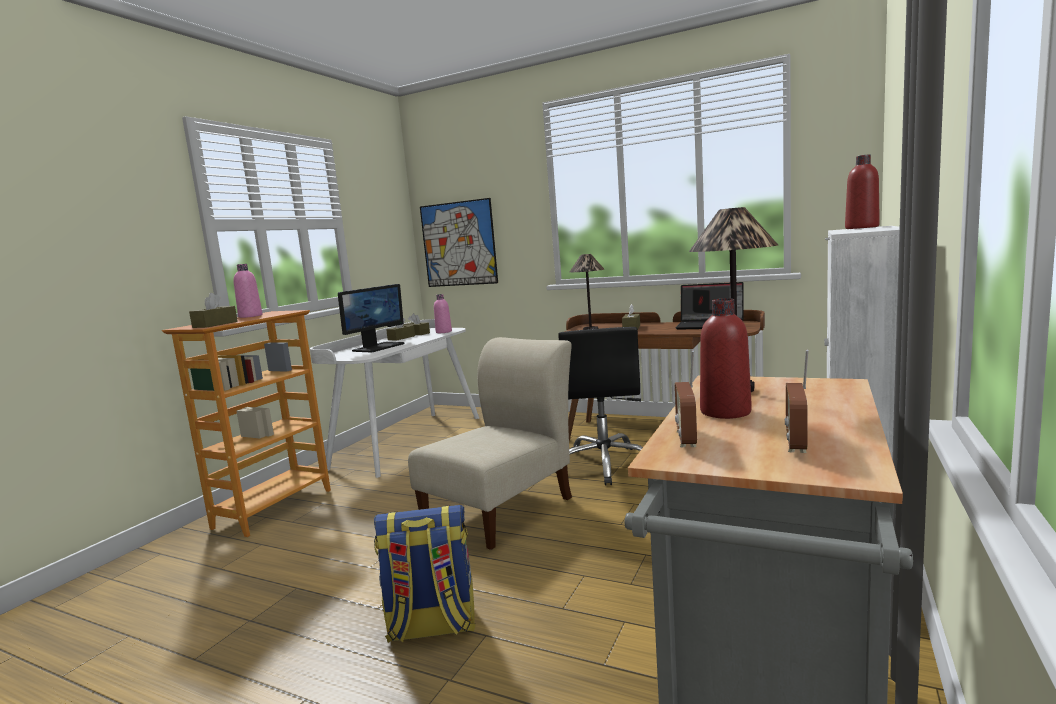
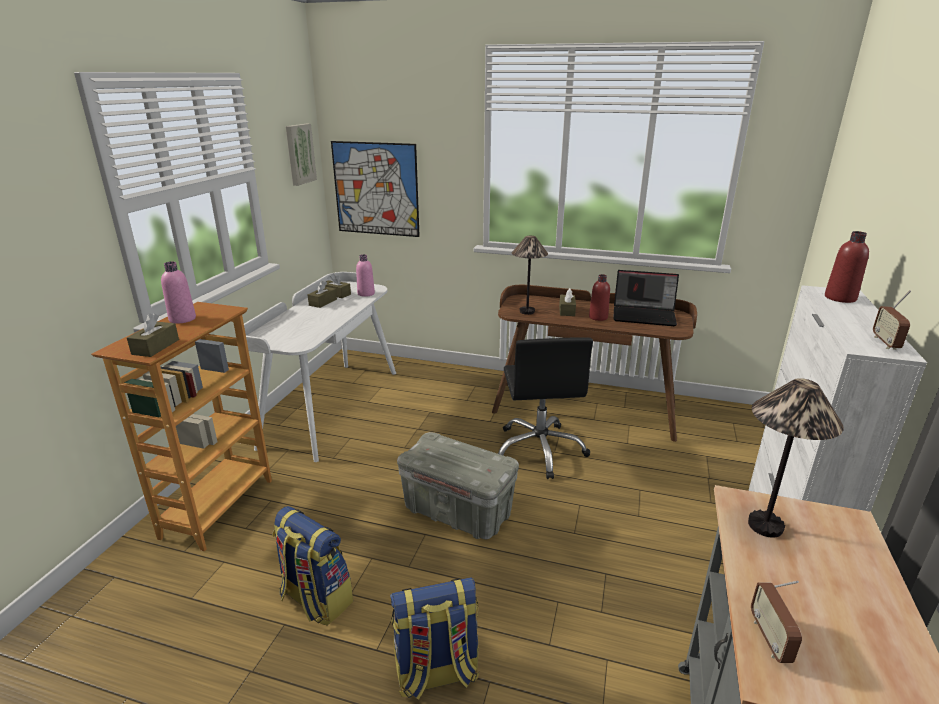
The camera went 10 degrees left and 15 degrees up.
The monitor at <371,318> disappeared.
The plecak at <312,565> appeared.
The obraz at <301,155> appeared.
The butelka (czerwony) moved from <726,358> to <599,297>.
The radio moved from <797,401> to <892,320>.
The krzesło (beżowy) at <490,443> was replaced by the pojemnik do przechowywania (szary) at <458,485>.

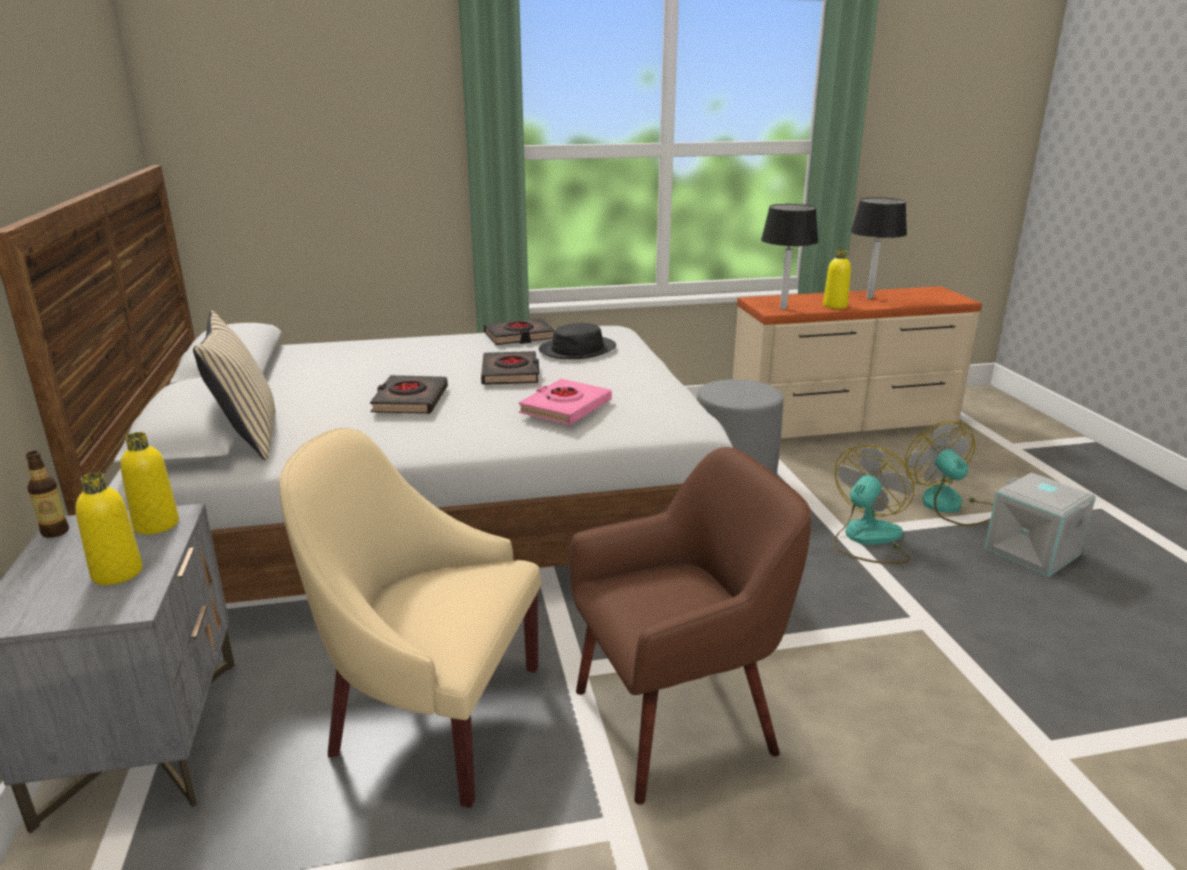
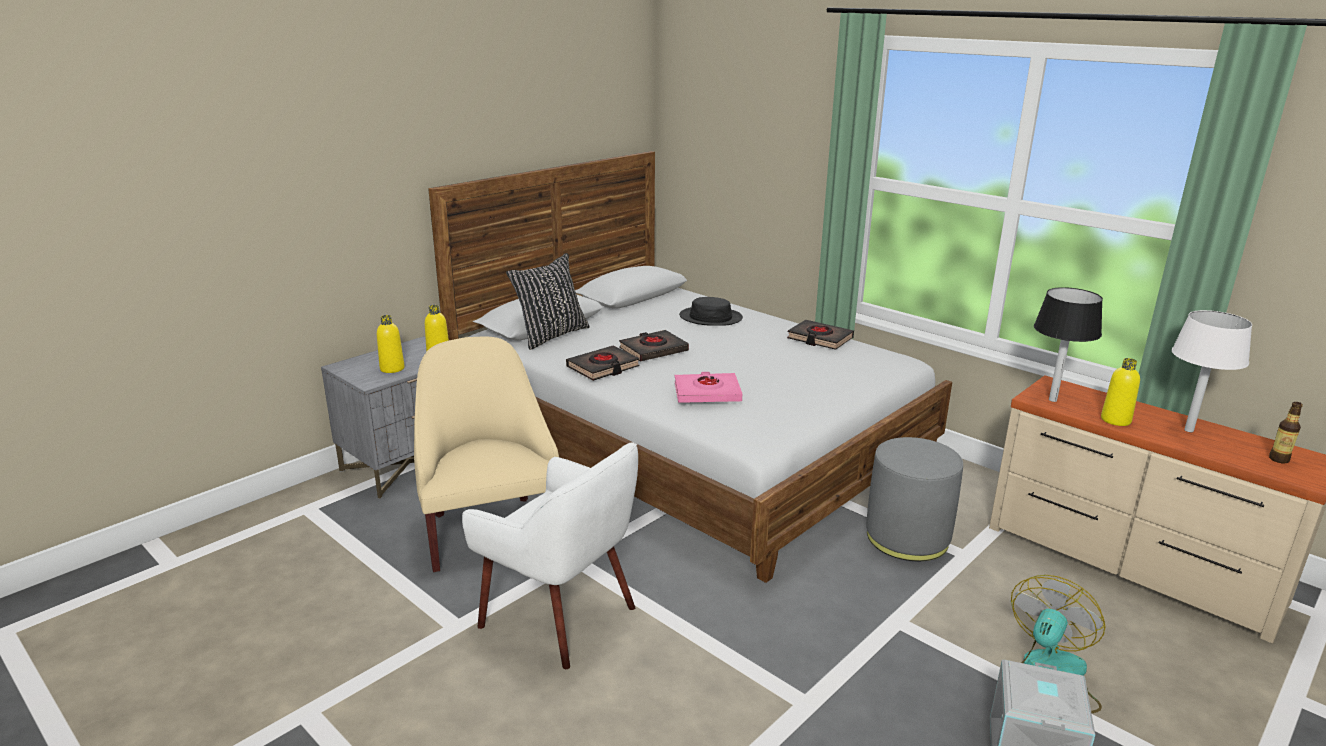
The camera went 55 degrees right and 0 degrees up.
The wentylator at <874,504> disappeared.
The butelka moved from <47,494> to <1285,432>.
The książka (czarny) moved from <510,368> to <603,363>.
The kapelusz (czarny) moved from <577,341> to <711,311>.
The poduszka (beżowy) at <234,385> became the poduszka (czarny) at <548,301>.
The fotel (brązowy) at <690,626> became the fotel (biały) at <550,555>.
The lampa stołowa (czarny) at <879,248> became the lampa stołowa (biały) at <1212,371>.

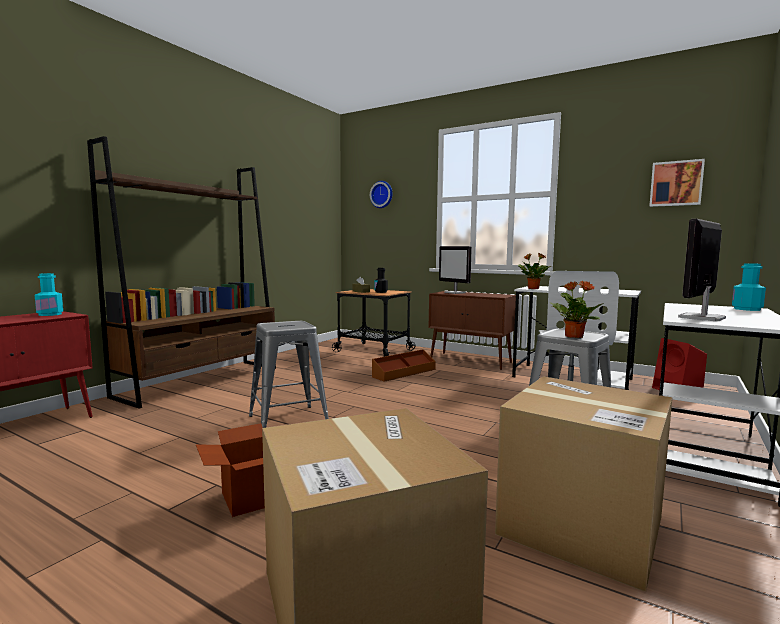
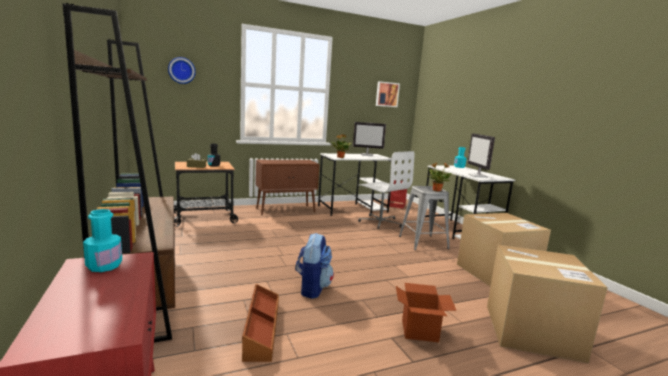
The camera went 55 degrees left and 5 degrees up.
The pojemnik do przechowywania (brązowy) moved from <404,365> to <260,323>.
The monitor moved from <455,270> to <369,139>.
The stołek (szary) at <289,374> was replaced by the plecak at <314,266>.

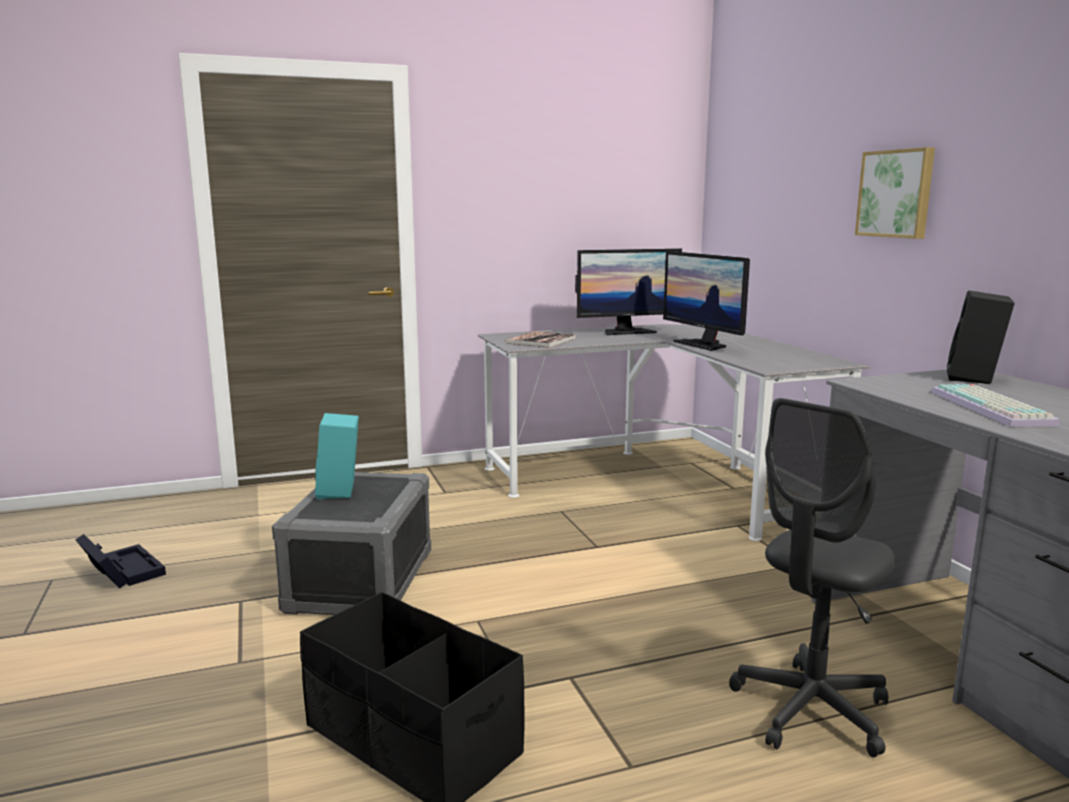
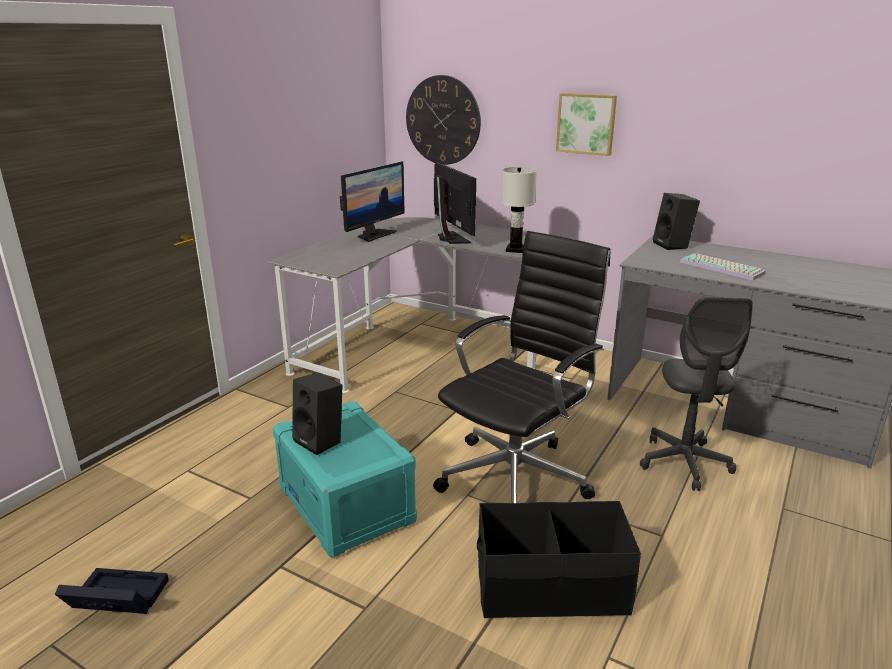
The camera went 40 degrees left and 10 degrees up.
The książka at <540,339> disappeared.
The zegar ścienny at <443,120> appeared.
The krzesło biurowe (czarny) at <522,367> appeared.
The lampa stołowa (biały) at <519,210> appeared.
The pojemnik do przechowywania (szary) at <351,543> became the pojemnik do przechowywania (turkusowy) at <345,479>.
The głośnik (turkusowy) at <337,456> became the głośnik (czarny) at <317,413>.
The monitor at <706,301> turned 135 degrees counterclockwise.

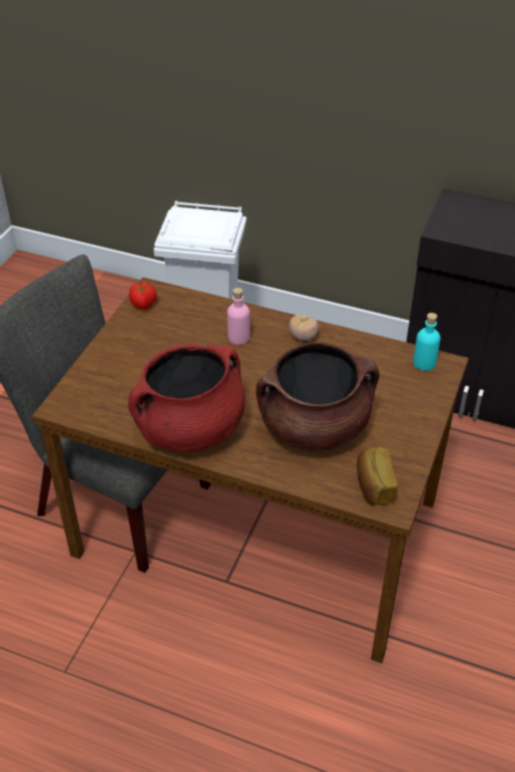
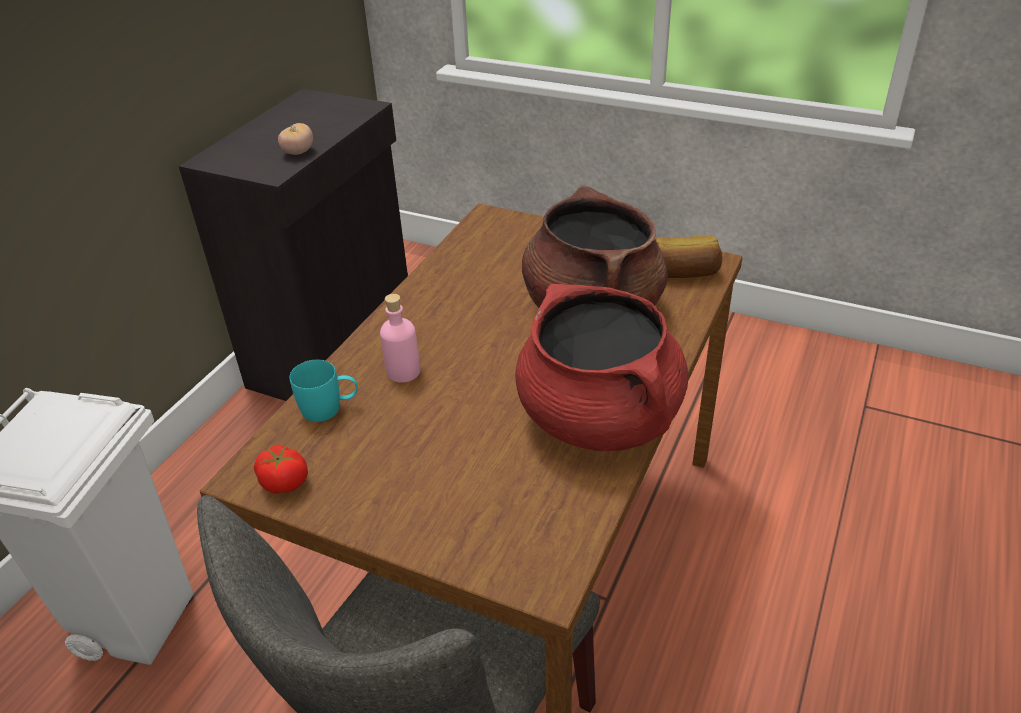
The camera went 85 degrees left and 5 degrees down.
The butelka (turkusowy) at <427,342> disappeared.
The kubek (turkusowy) at <324,390> appeared.
The pomidor moved from <303,328> to <295,139>.

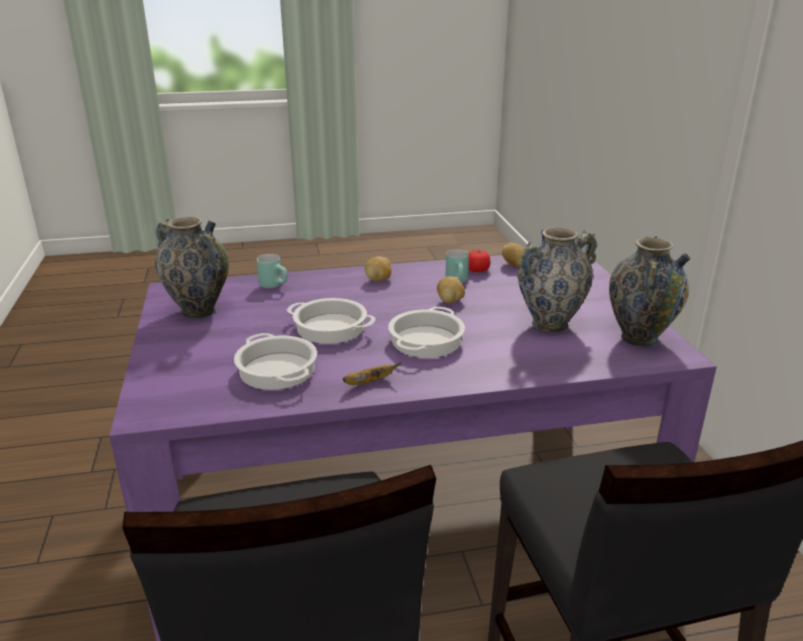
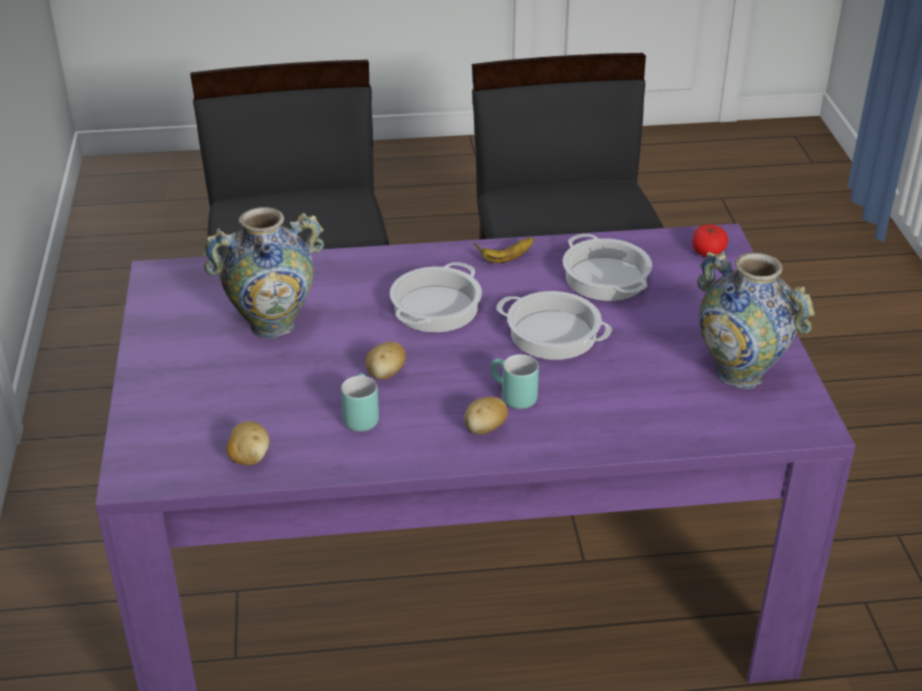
The camera went 175 degrees left and 10 degrees up.
The wazon at <649,291> disappeared.
The kubek (turkusowy) moved from <272,271> to <515,381>.
The pomidor moved from <479,261> to <710,240>.

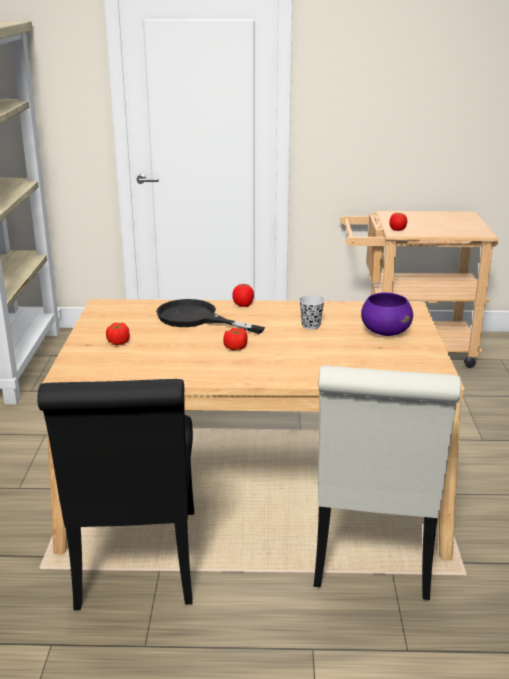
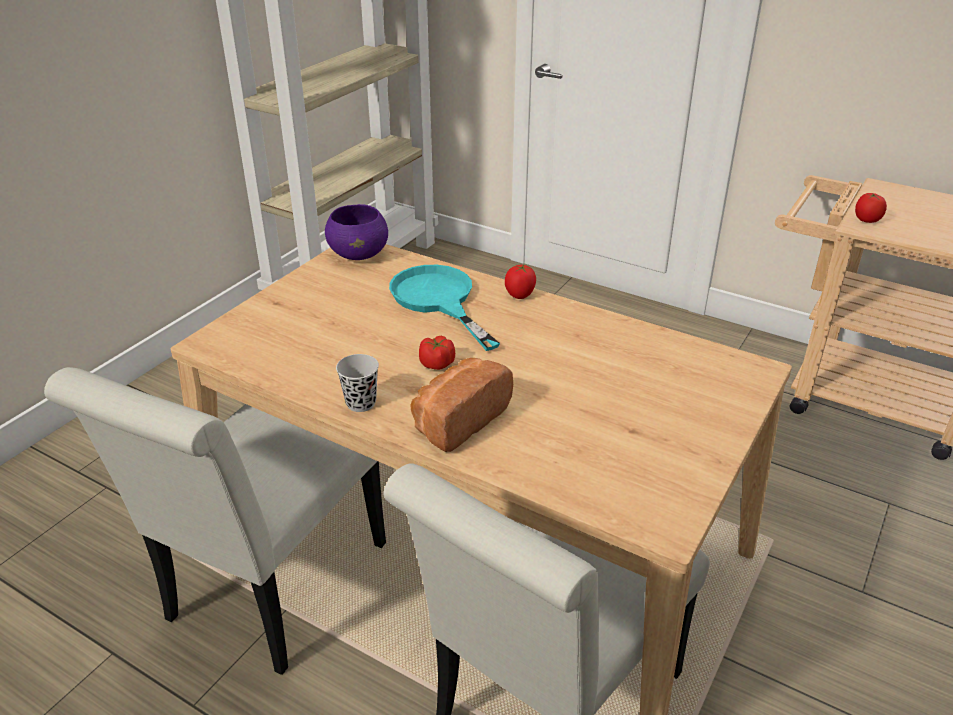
The camera went 30 degrees right and 10 degrees up.
The pomidor at <118,333> disappeared.
The chleb at <461,405> appeared.
The filiżanka (czarny) moved from <312,312> to <357,383>.
The miska (fioletowy) moved from <387,314> to <356,232>.
The krzesło (czarny) at <116,494> became the krzesło (biały) at <215,521>.
The patelnia (czarny) at <210,316> became the patelnia (turkusowy) at <444,308>.

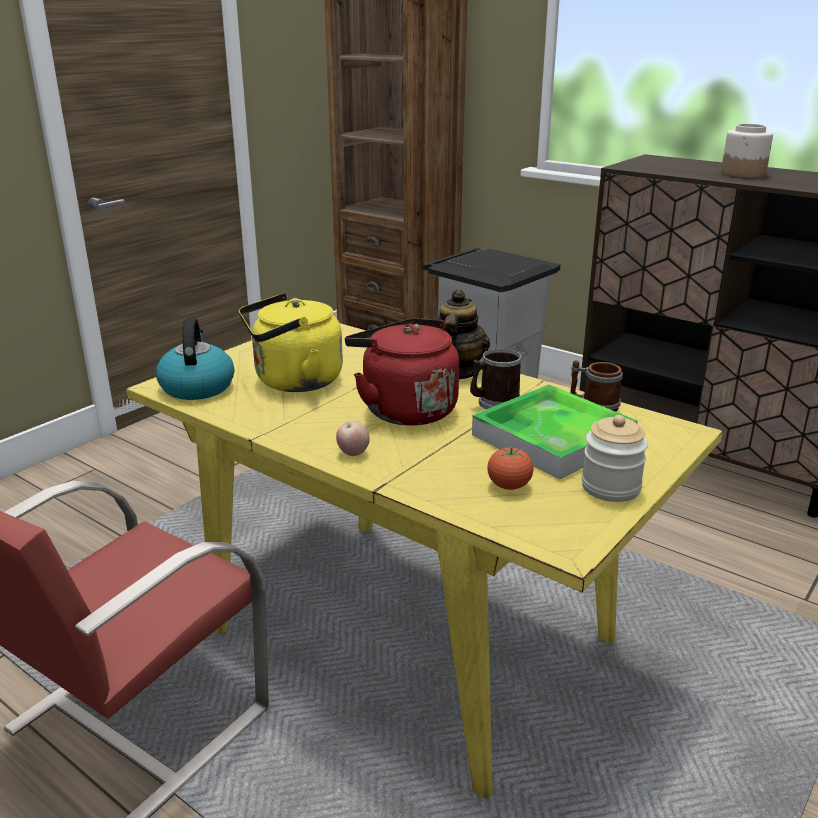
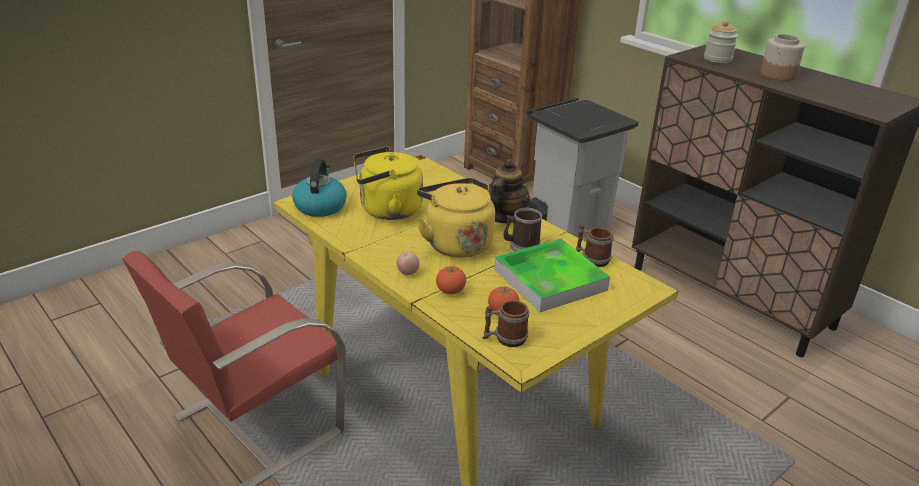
The camera went 10 degrees right and 5 degrees up.
The pomidor at <451,280> appeared.
The kubek at <505,323> appeared.
The słoik moved from <615,458> to <721,42>.
The czajnik (czerwony) at <402,372> became the czajnik (żółty) at <455,218>.

